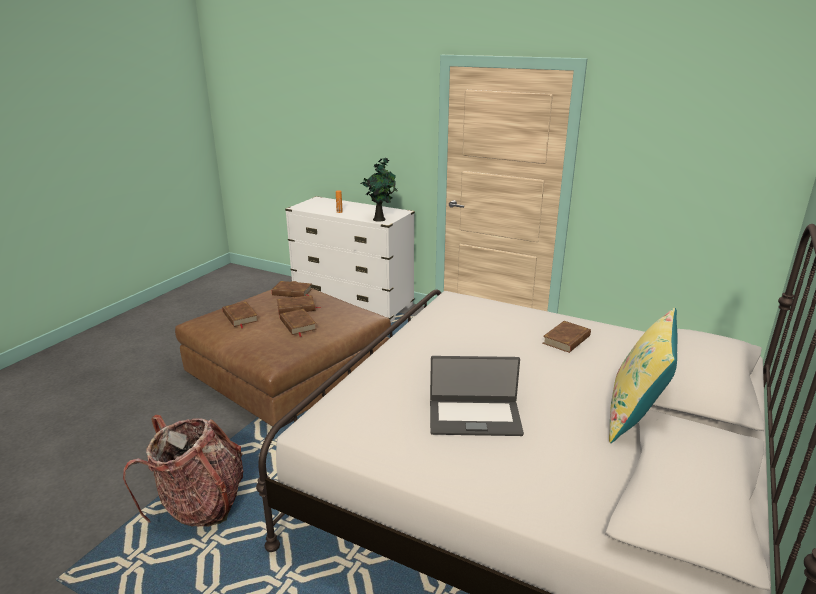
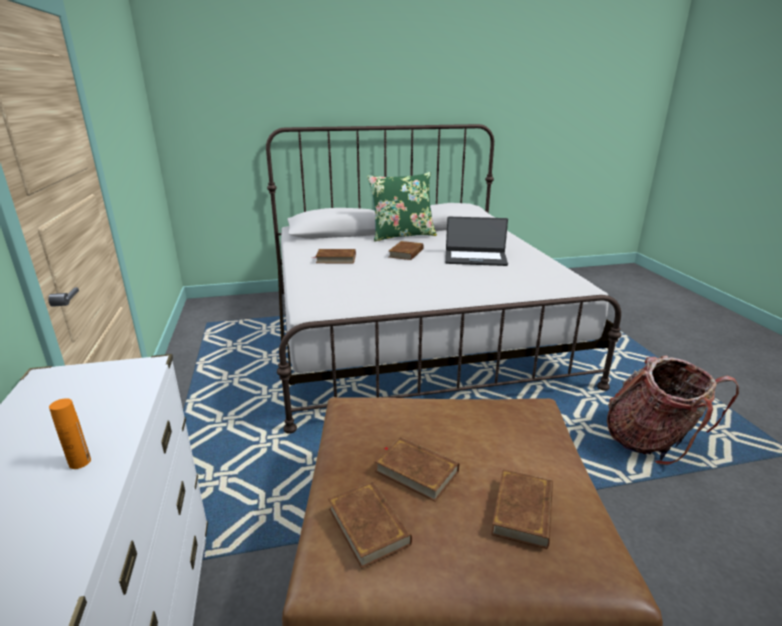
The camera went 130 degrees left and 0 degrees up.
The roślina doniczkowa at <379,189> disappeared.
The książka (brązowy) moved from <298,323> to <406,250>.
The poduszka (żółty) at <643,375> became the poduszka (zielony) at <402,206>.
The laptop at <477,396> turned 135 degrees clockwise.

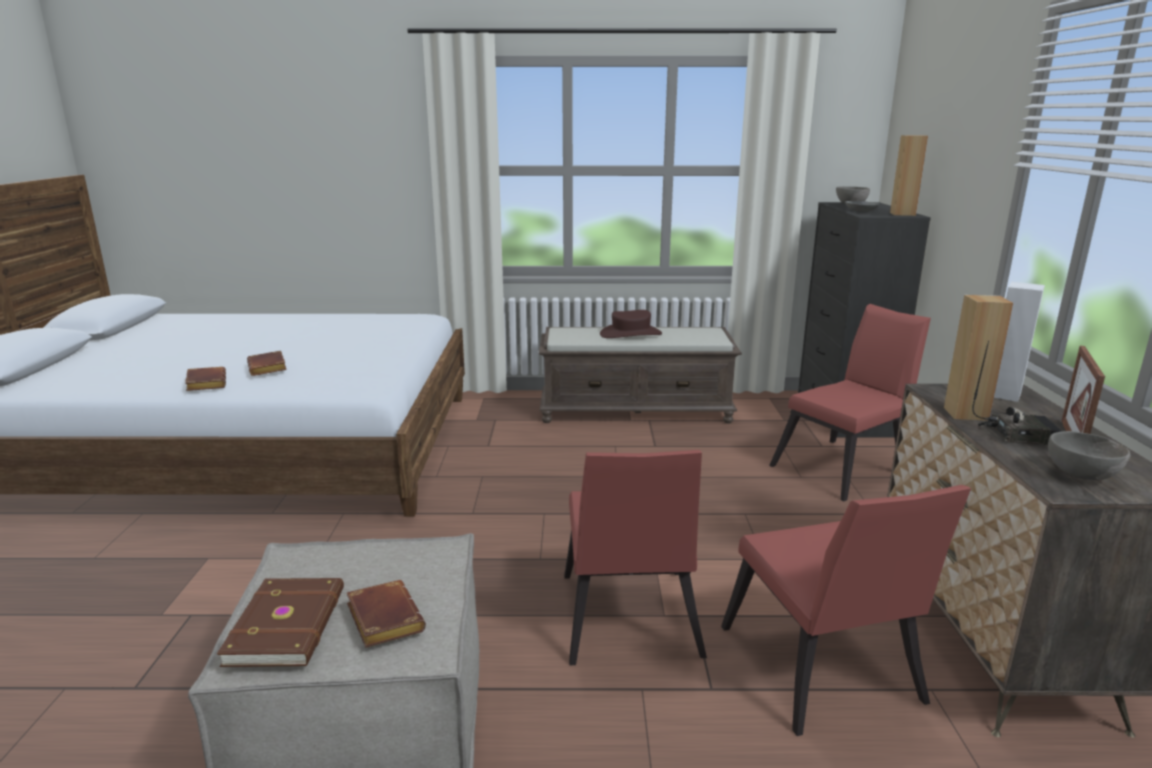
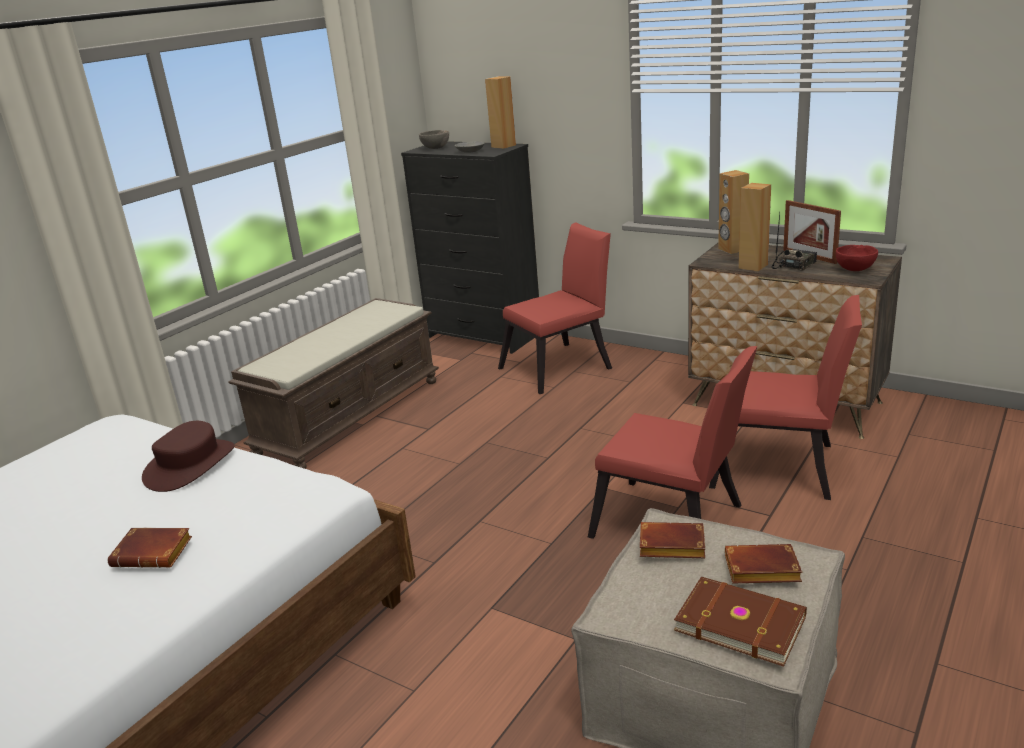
The camera went 55 degrees left and 5 degrees up.
The książka (brązowy) moved from <205,379> to <672,540>.
The kapelusz (brązowy) moved from <631,324> to <188,456>.
The głośnik (biały) at <1019,342> became the głośnik (brązowy) at <733,212>.
The miska (szary) at <1089,455> became the miska (czerwony) at <857,258>.
The krzesło (czerwony) at <850,402> turned 60 degrees clockwise.

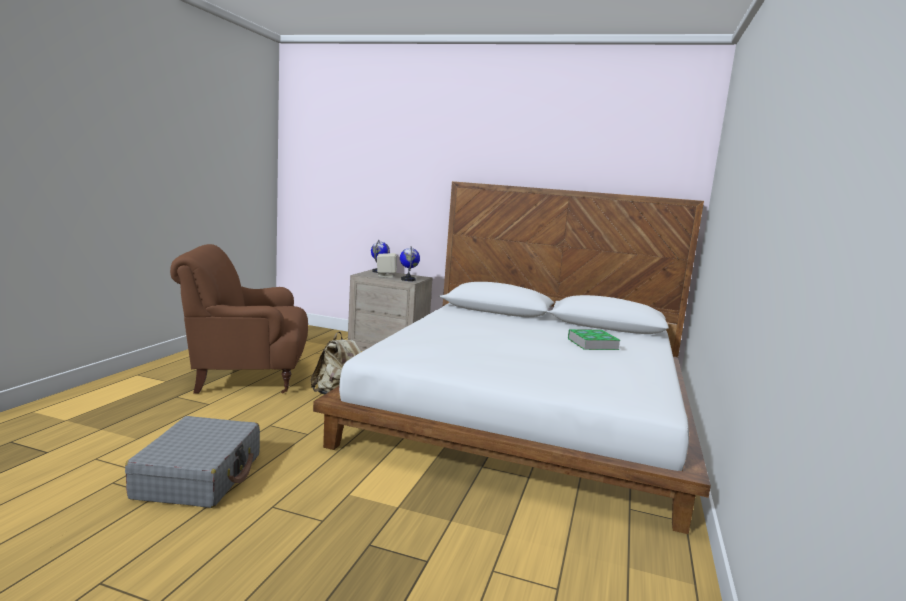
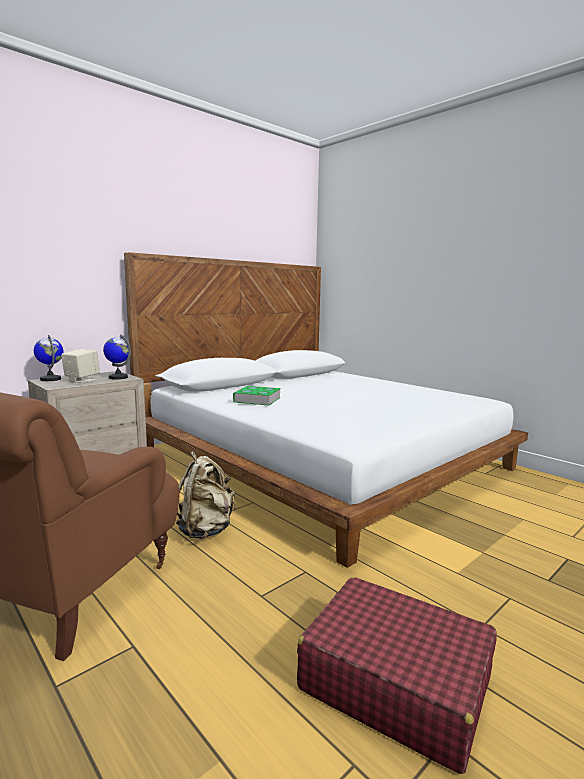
The camera went 60 degrees left and 0 degrees up.
The książka moved from <594,339> to <257,395>.
The walizka (szary) at <192,462> became the walizka (czerwony) at <397,675>.

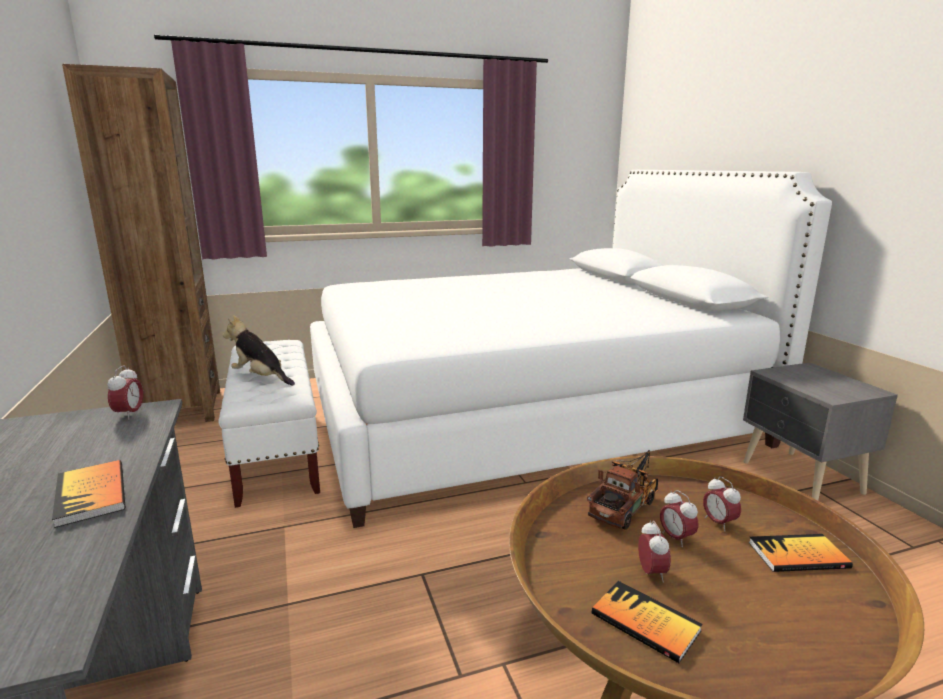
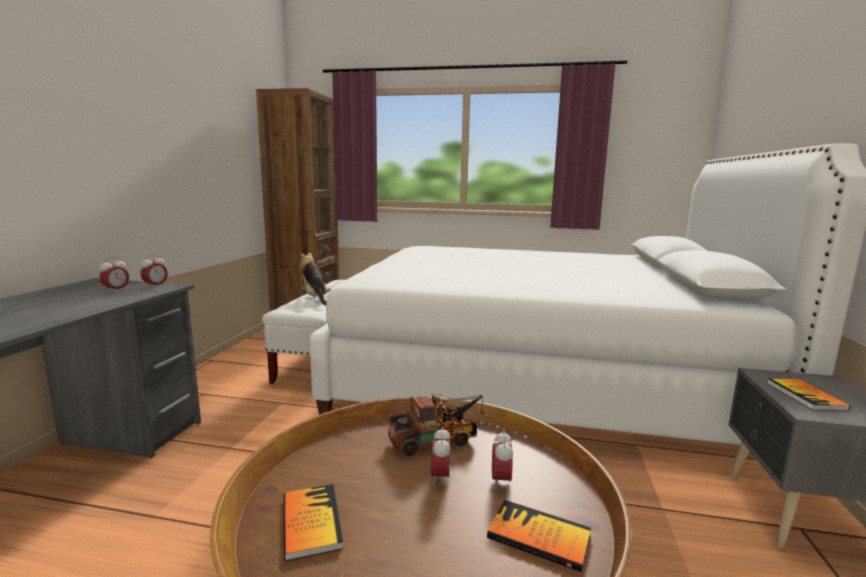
The camera went 30 degrees right and 5 degrees down.
The książka moved from <88,494> to <808,394>.
The budzik moved from <654,551> to <114,275>.

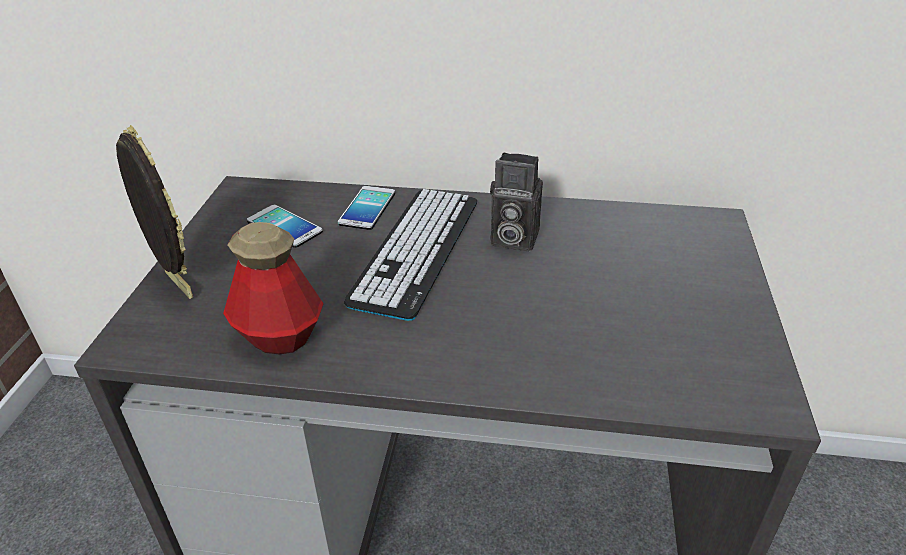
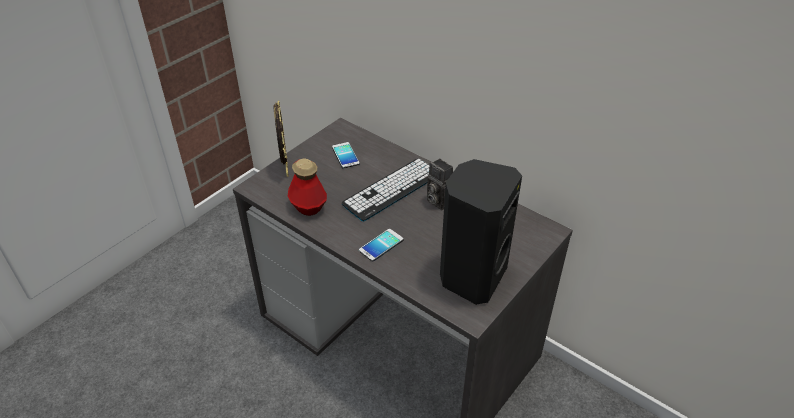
The camera went 30 degrees right and 5 degrees up.
The głośnik (czarny) at <481,232> appeared.
The telefon moved from <366,208> to <381,245>.

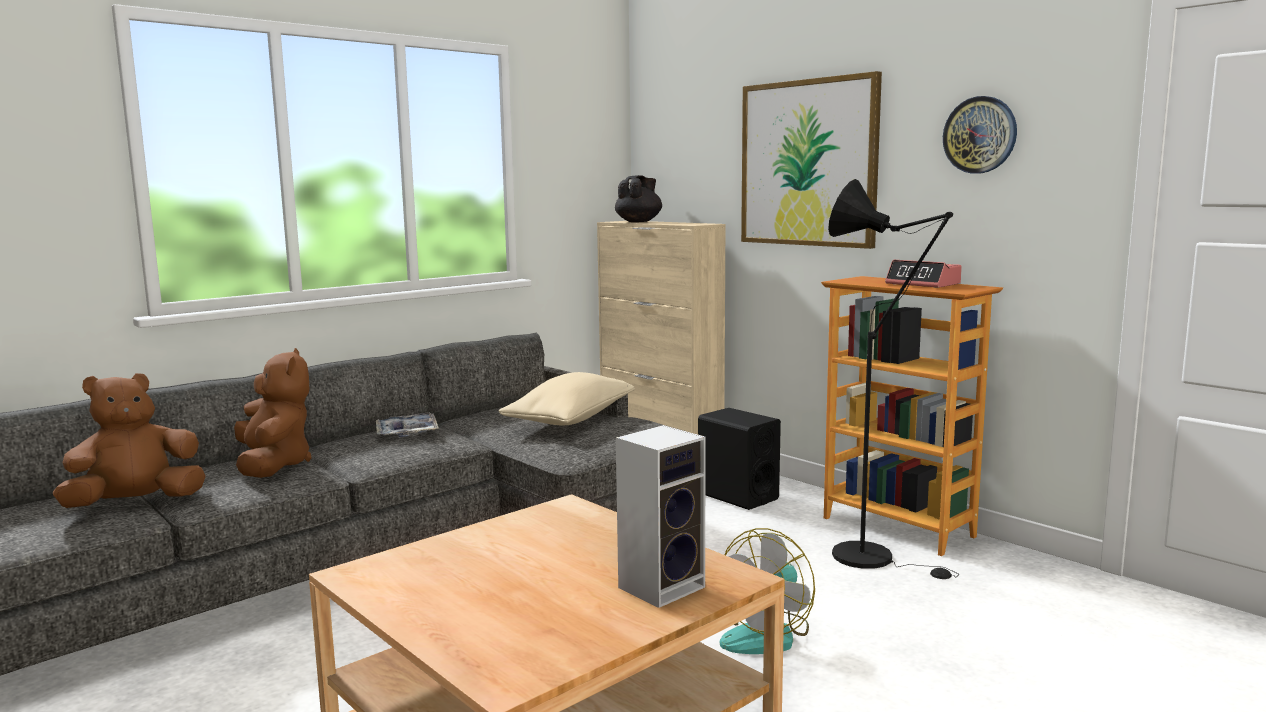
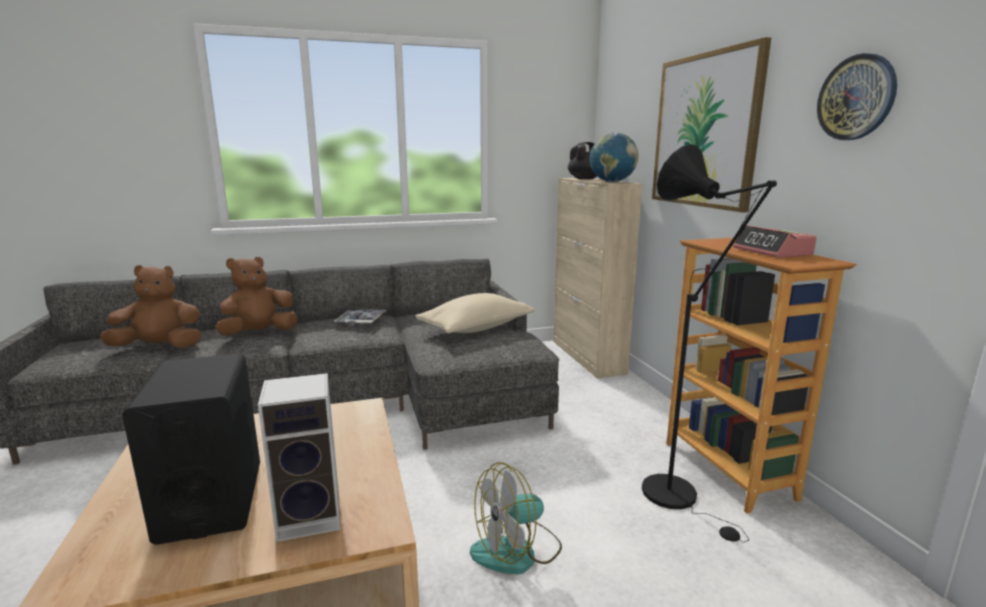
The camera went 25 degrees right and 5 degrees up.
The globus at <614,157> appeared.
The głośnik (czarny) moved from <739,459> to <191,449>.
The pluszak (brązowy) at <273,413> turned 135 degrees counterclockwise.

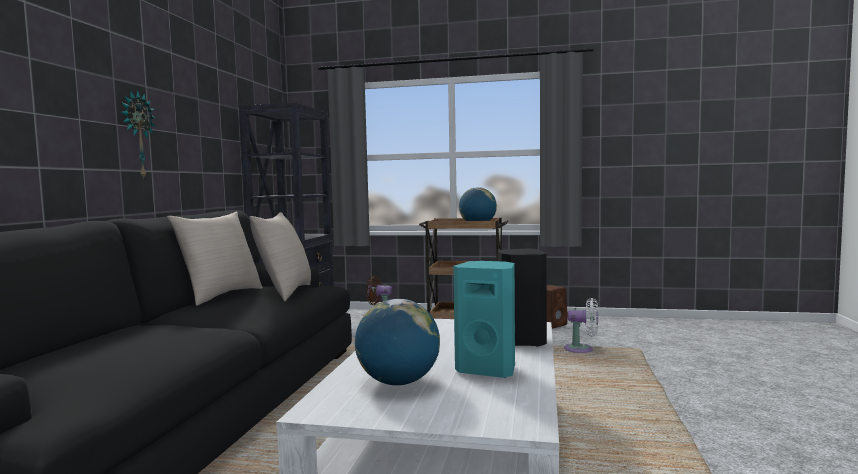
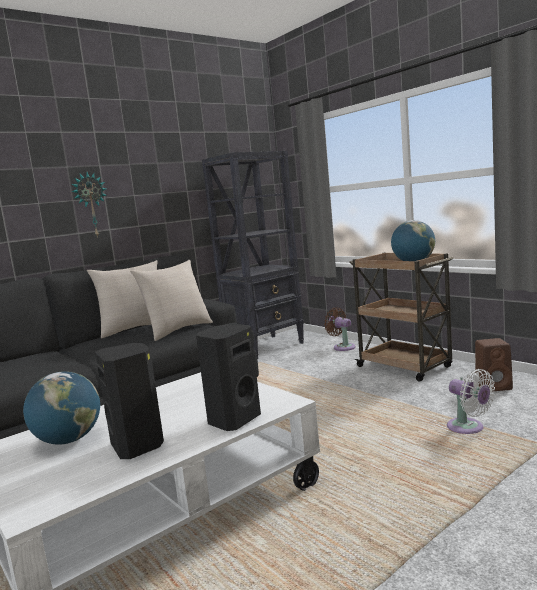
The camera went 40 degrees right and 5 degrees up.
The głośnik (turkusowy) at <484,319> became the głośnik (czarny) at <129,401>.

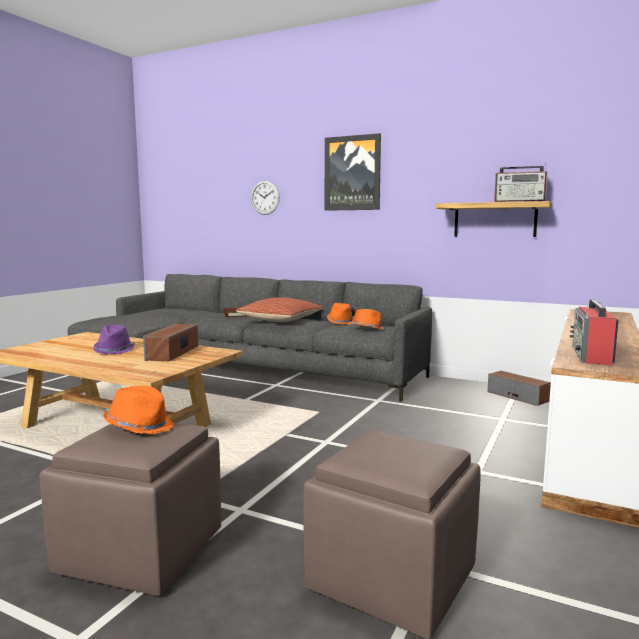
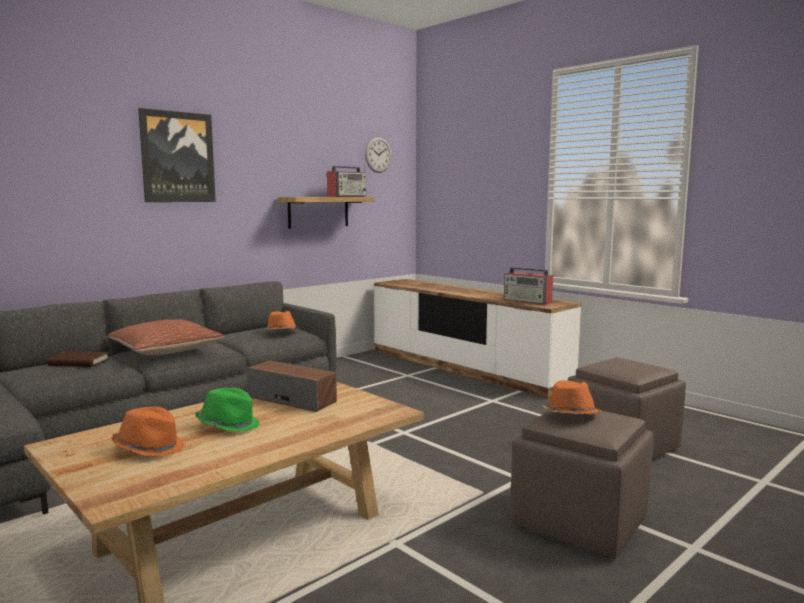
The camera went 70 degrees left and 0 degrees up.
The głośnik at <519,388> disappeared.
The zegar ścienny moved from <265,197> to <378,155>.
The kapelusz (pomarańczowy) moved from <340,314> to <148,432>.
The kapelusz (fioletowy) at <114,340> became the kapelusz (zielony) at <227,410>.

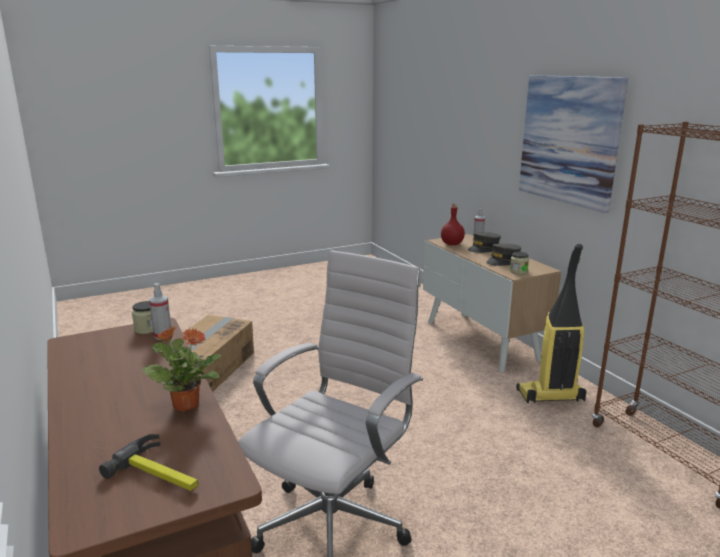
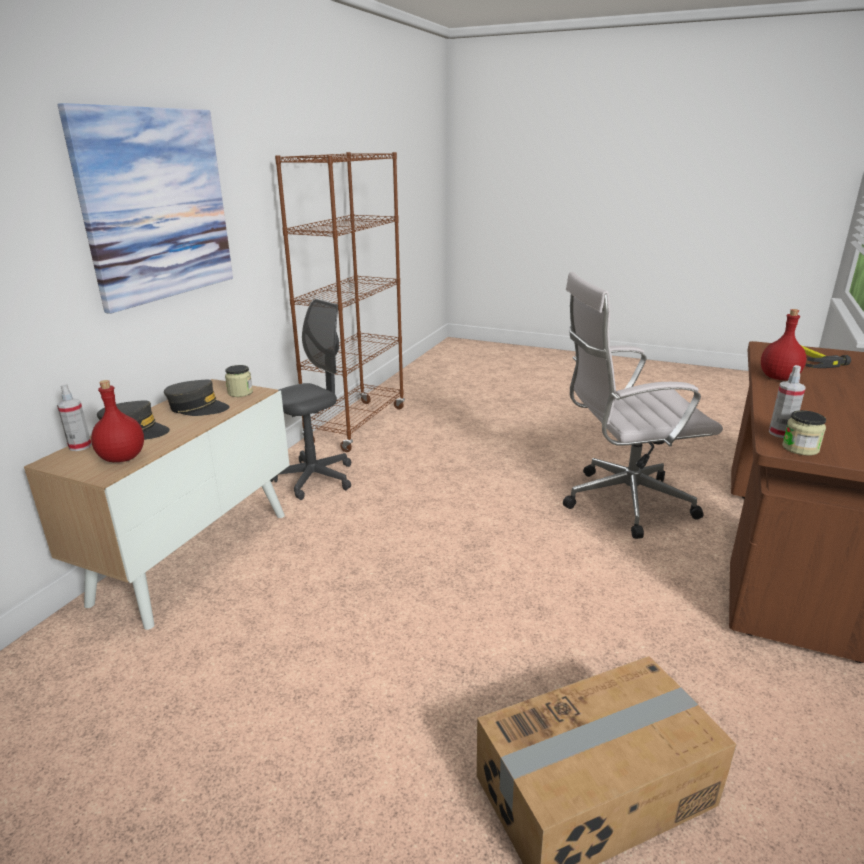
The camera went 130 degrees left and 5 degrees up.
The roślina doniczkowa at <181,369> was replaced by the butelka (czerwony) at <783,344>.
The odkurzacz at <551,323> was replaced by the krzesło biurowe (szary) at <310,399>.

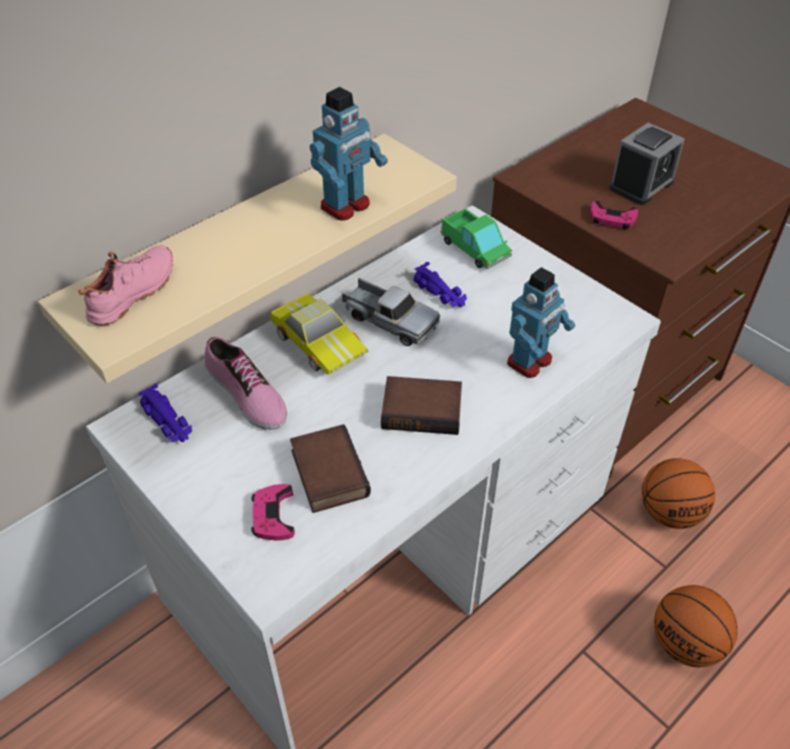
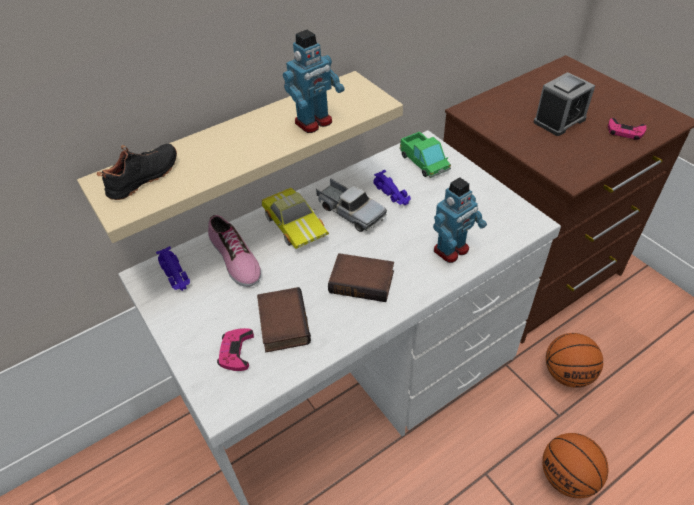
The camera went 10 degrees right and 0 degrees up.
The pad do gier (różowy) moved from <614,215> to <627,129>.
The but (różowy) at <125,285> became the but (czarny) at <137,172>.

